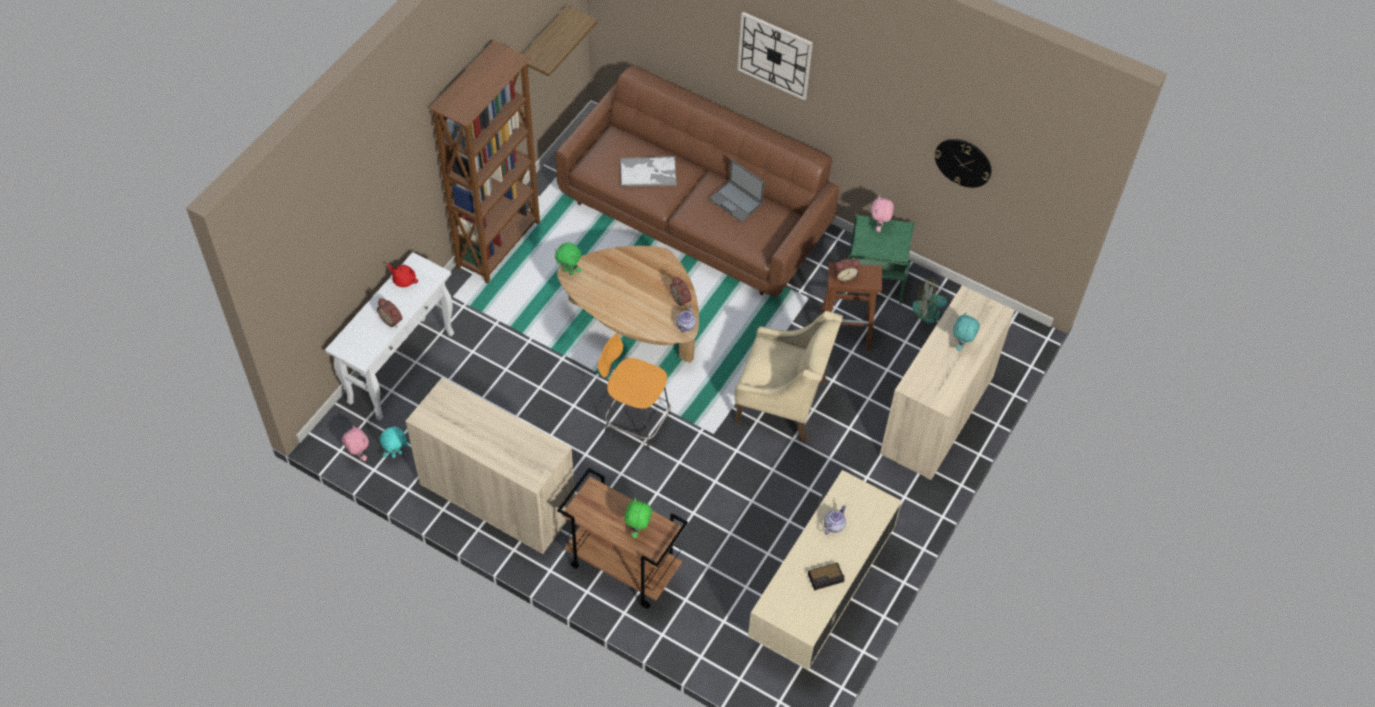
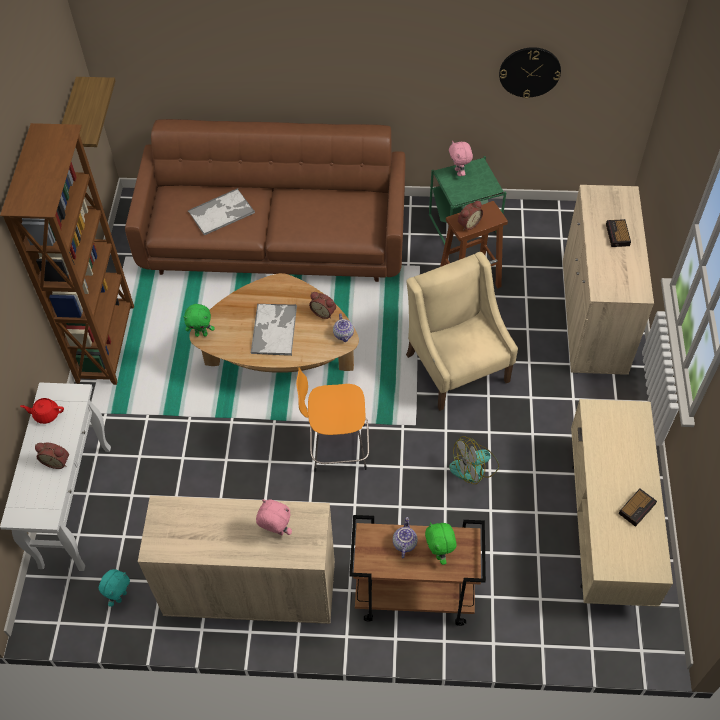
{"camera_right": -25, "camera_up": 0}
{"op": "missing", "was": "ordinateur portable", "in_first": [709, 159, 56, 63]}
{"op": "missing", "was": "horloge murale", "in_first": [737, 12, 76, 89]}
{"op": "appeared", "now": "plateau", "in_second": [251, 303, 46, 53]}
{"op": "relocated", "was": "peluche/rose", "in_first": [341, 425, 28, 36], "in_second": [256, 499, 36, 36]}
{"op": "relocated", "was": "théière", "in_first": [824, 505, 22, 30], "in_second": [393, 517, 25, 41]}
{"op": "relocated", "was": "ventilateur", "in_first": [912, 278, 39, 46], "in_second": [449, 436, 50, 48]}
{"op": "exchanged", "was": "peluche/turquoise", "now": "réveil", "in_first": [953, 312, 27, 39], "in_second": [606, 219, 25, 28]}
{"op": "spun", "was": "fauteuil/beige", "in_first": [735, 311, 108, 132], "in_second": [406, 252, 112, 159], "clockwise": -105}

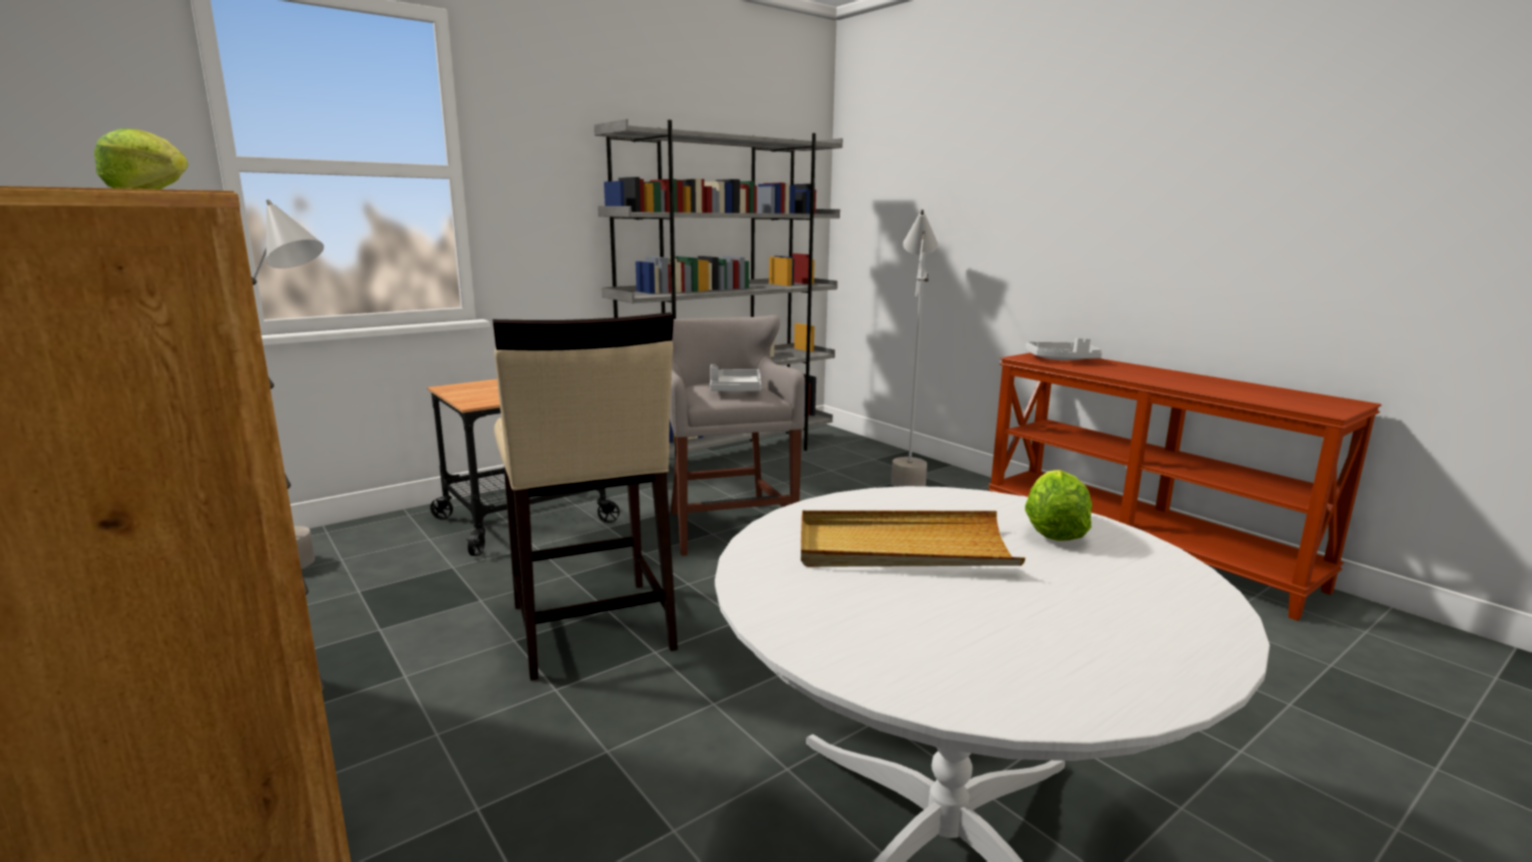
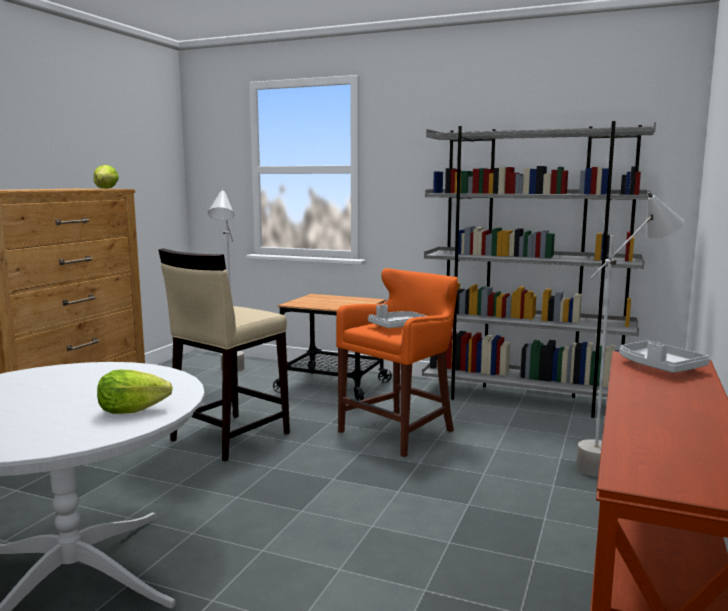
{"camera_right": 60, "camera_up": -5}
{"op": "missing", "was": "plateau/beige", "in_first": [801, 510, 224, 57]}
{"op": "colour", "was": "tabouret/gris", "now": "tabouret/orange", "in_first": [670, 315, 135, 241], "in_second": [336, 268, 122, 189]}

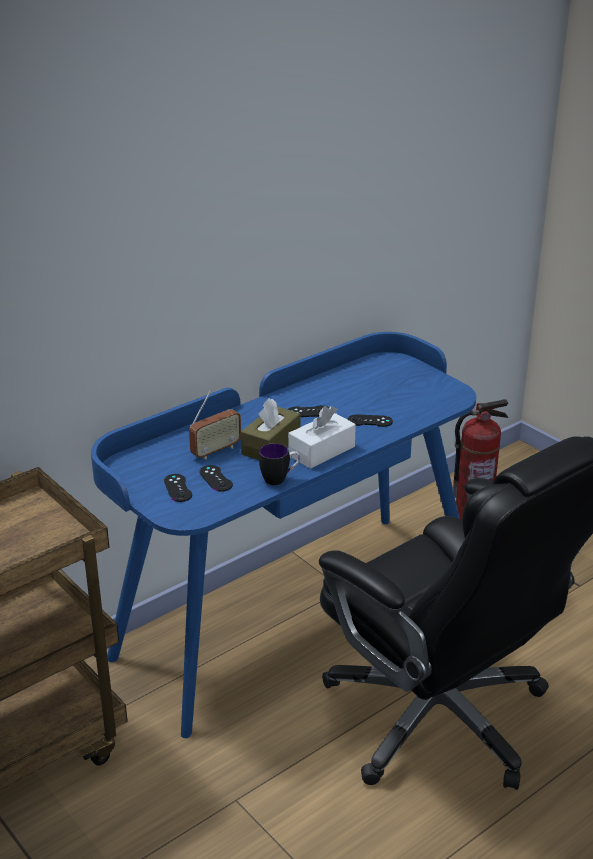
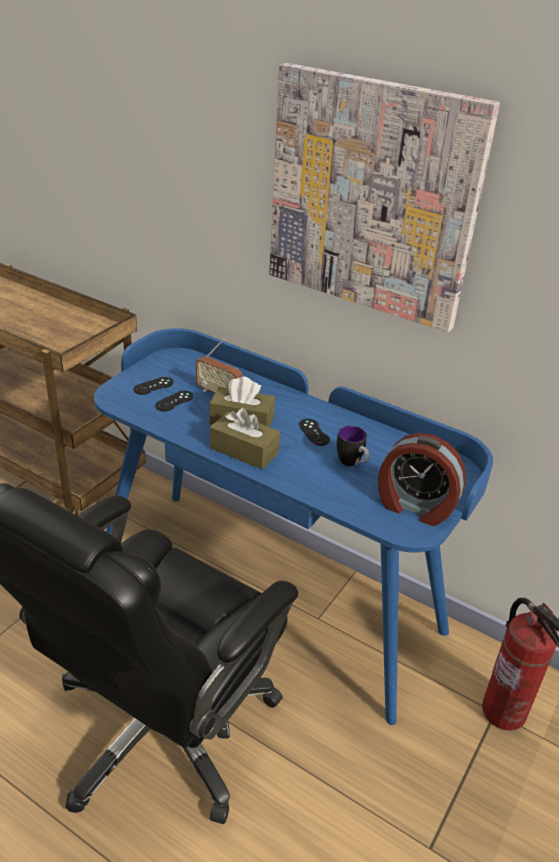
{"camera_right": 70, "camera_up": 5}
{"op": "missing", "was": "manette/noir", "in_first": [348, 415, 45, 12]}
{"op": "appeared", "now": "tableau", "in_second": [269, 63, 231, 269]}
{"op": "appeared", "now": "réveil", "in_second": [378, 433, 88, 93]}
{"op": "relocated", "was": "mug", "in_first": [259, 443, 41, 42], "in_second": [337, 426, 32, 40]}
{"op": "colour", "was": "boîte à mouchoirs/blanc", "now": "boîte à mouchoirs/marron", "in_first": [288, 406, 68, 63], "in_second": [210, 408, 70, 61]}

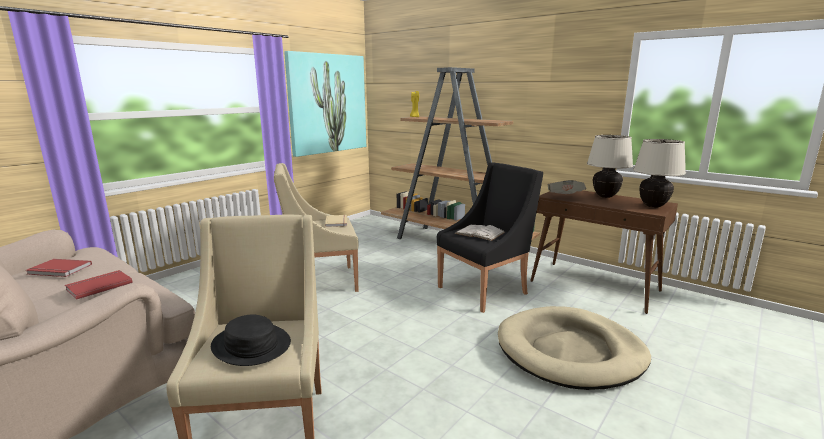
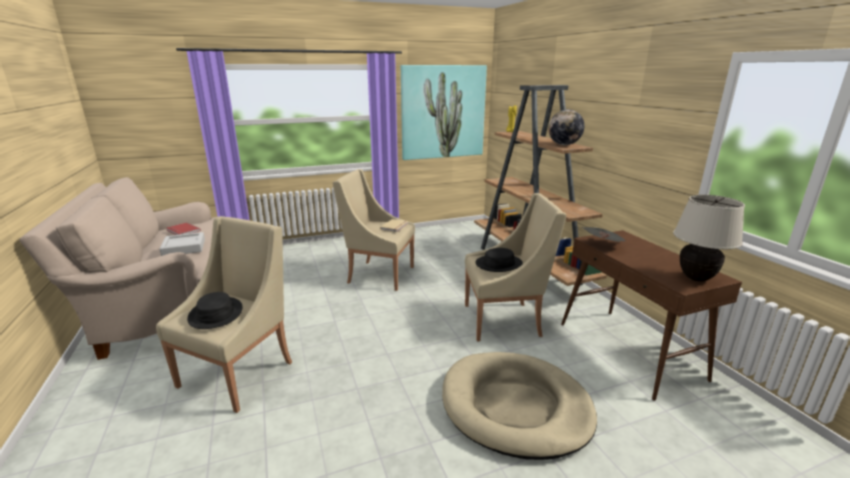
{"camera_right": 30, "camera_up": 5}
{"op": "missing", "was": "lampe de table/beige", "in_first": [587, 135, 46, 63]}
{"op": "appeared", "now": "globe", "in_second": [548, 109, 36, 36]}
{"op": "exchanged", "was": "livre/rouge", "now": "plateau/gris", "in_first": [65, 270, 68, 30], "in_second": [160, 232, 45, 24]}
{"op": "exchanged", "was": "livre/blanc", "now": "chapeau/noir", "in_first": [455, 225, 50, 16], "in_second": [475, 248, 48, 24]}
{"op": "colour", "was": "fauteuil/noir", "now": "fauteuil/beige", "in_first": [436, 162, 107, 151], "in_second": [465, 193, 101, 149]}

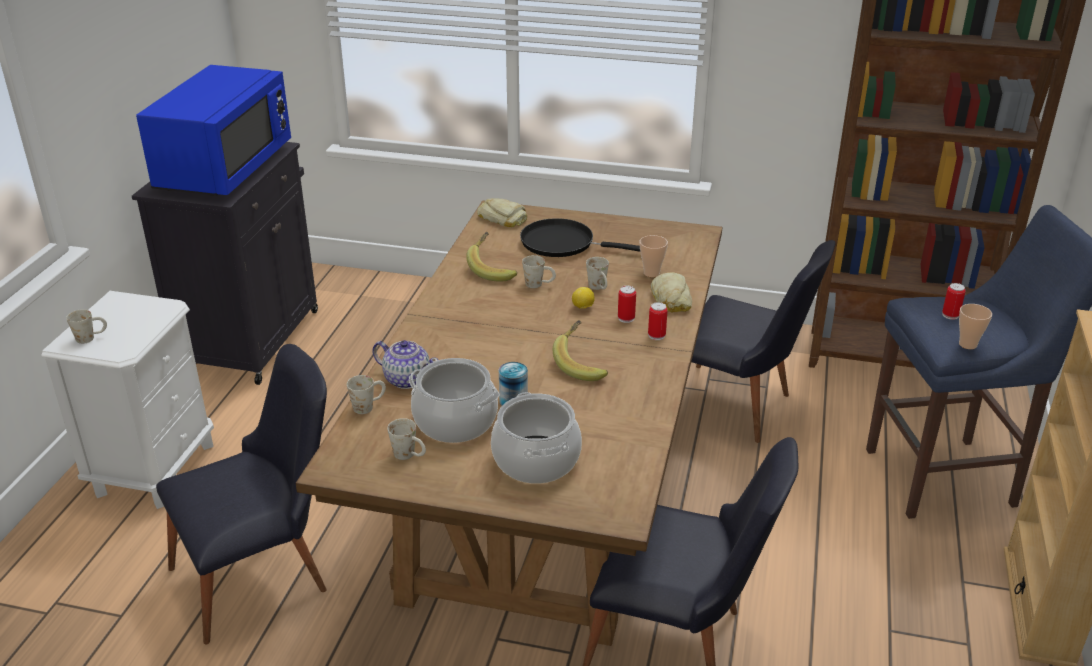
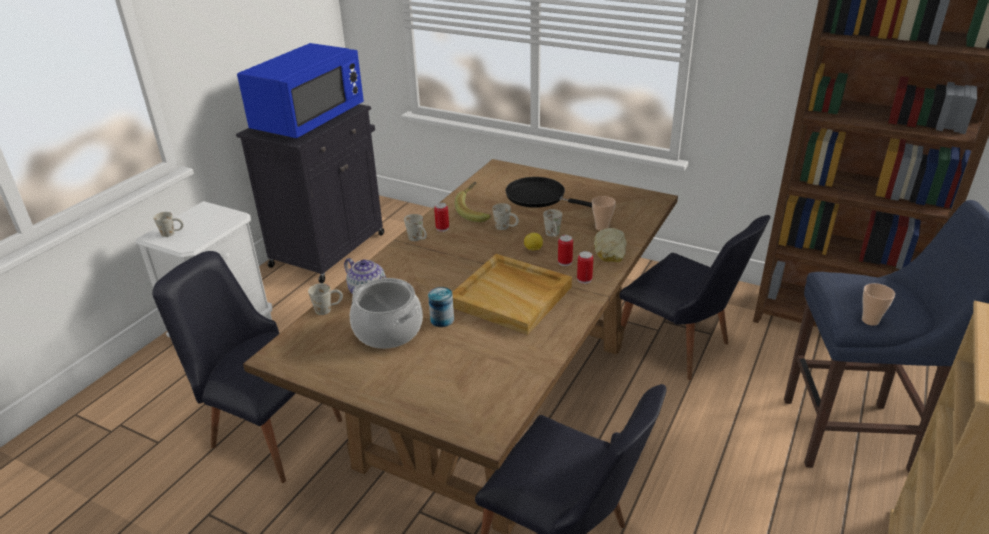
{"camera_right": 15, "camera_up": 0}
{"op": "missing", "was": "pain", "in_first": [477, 199, 50, 28]}
{"op": "missing", "was": "marmite", "in_first": [491, 392, 91, 92]}
{"op": "relocated", "was": "mug/blanc", "in_first": [387, 418, 39, 42], "in_second": [404, 214, 23, 27]}
{"op": "relocated", "was": "boîte métallique", "in_first": [942, 283, 24, 37], "in_second": [434, 203, 15, 29]}
{"op": "exchanged", "was": "banane", "now": "plateau/beige", "in_first": [553, 320, 55, 61], "in_second": [452, 254, 120, 81]}
{"op": "spun", "was": "chaise/noir", "in_first": [156, 344, 171, 300], "in_second": [152, 251, 190, 232], "clockwise": -135}

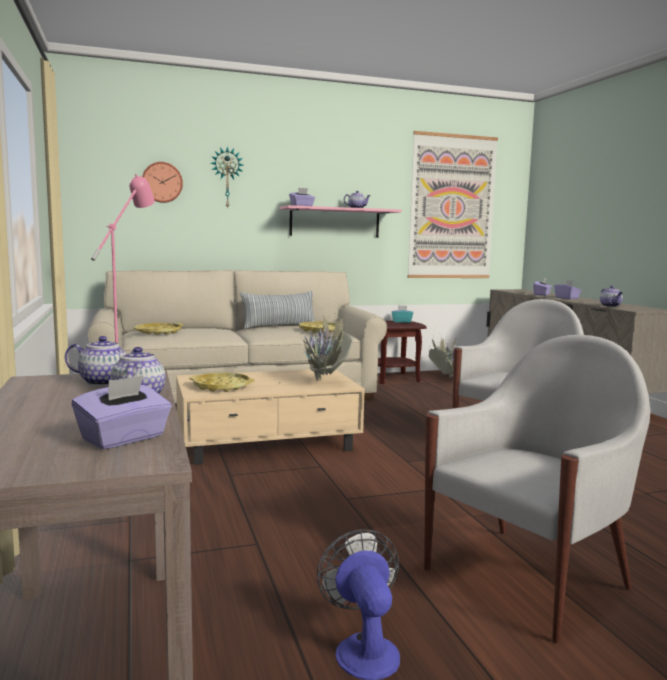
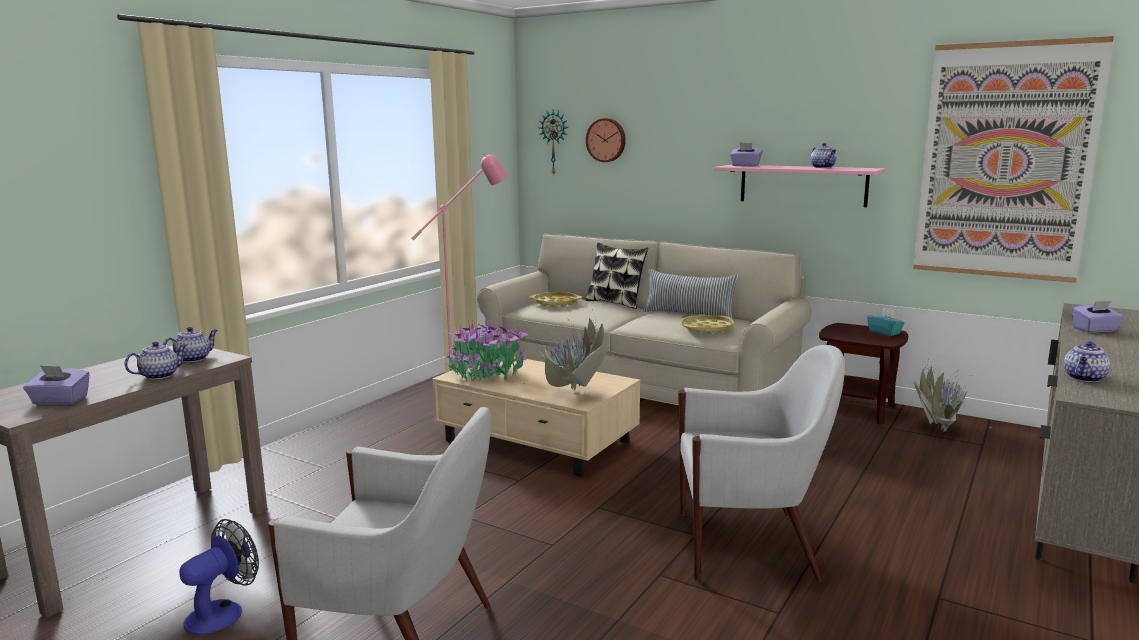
{"camera_right": 50, "camera_up": 5}
{"op": "missing", "was": "boîte à mouchoirs/violet", "in_first": [554, 280, 28, 19]}
{"op": "appeared", "now": "coussin", "in_second": [585, 243, 63, 66]}
{"op": "relocated", "was": "horloge murale", "in_first": [211, 146, 32, 63], "in_second": [538, 110, 30, 66]}
{"op": "exchanged", "was": "plateau/jaune", "now": "plante en pot", "in_first": [189, 373, 66, 19], "in_second": [444, 319, 85, 62]}
{"op": "spun", "was": "théière", "in_first": [65, 336, 69, 50], "in_second": [163, 327, 55, 35], "clockwise": -105}

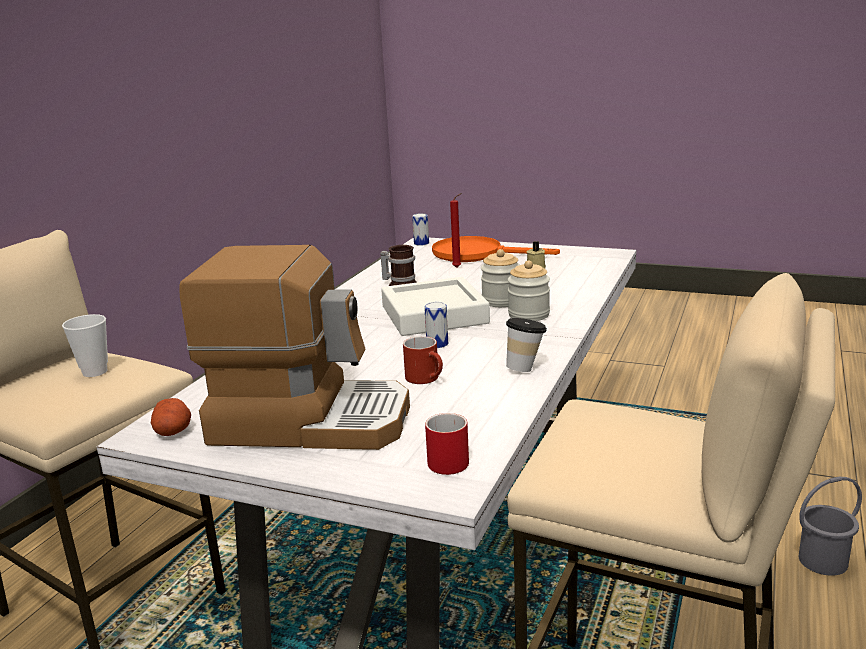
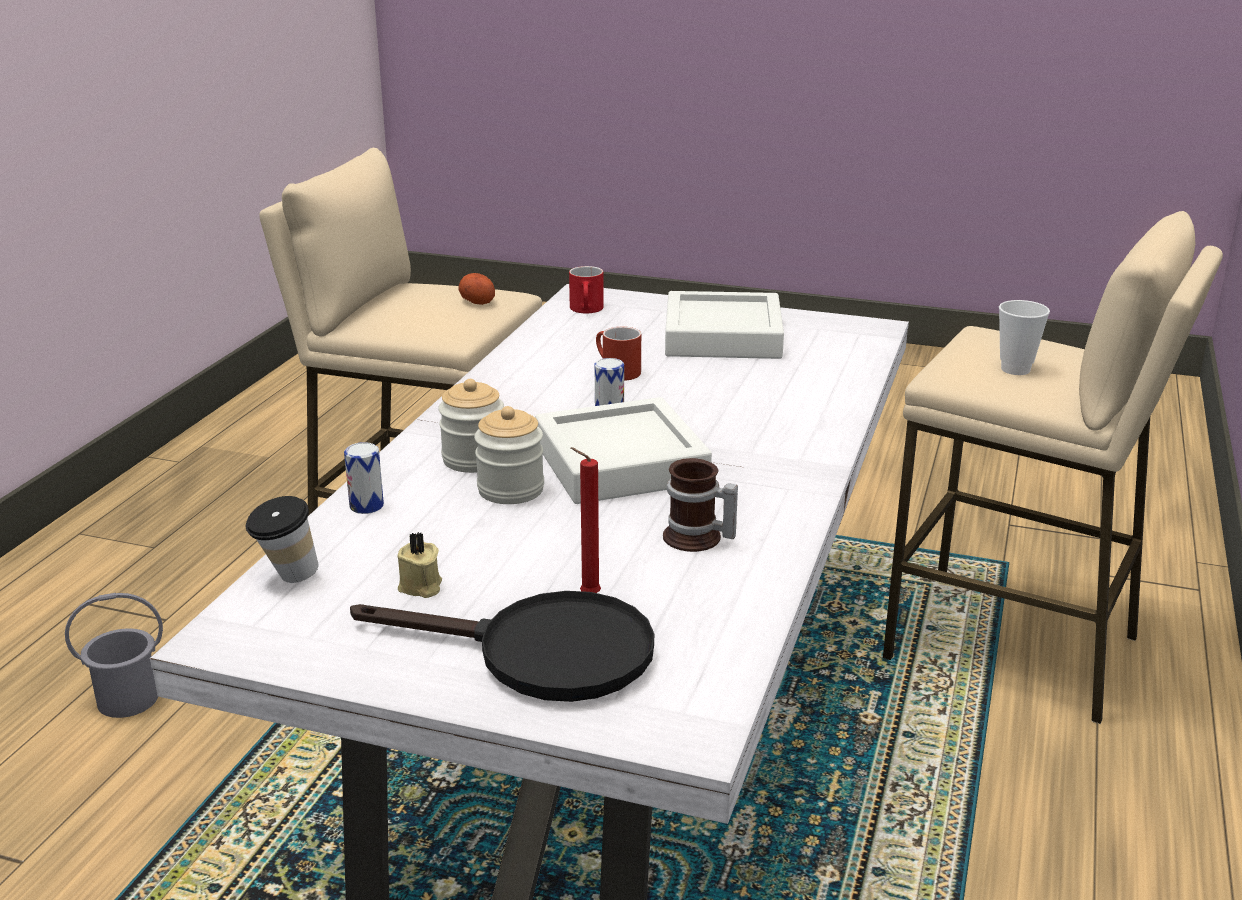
{"camera_right": 175, "camera_up": 5}
{"op": "relocated", "was": "pomme de terre", "in_first": [151, 398, 40, 38], "in_second": [459, 273, 36, 32]}
{"op": "relocated", "was": "boîte métallique", "in_first": [412, 213, 17, 33], "in_second": [344, 442, 40, 72]}
{"op": "relocated", "was": "tasse", "in_first": [506, 318, 41, 54], "in_second": [246, 496, 73, 87]}
{"op": "exchanged", "was": "machine à café", "now": "plateau/blanc", "in_first": [179, 245, 231, 205], "in_second": [665, 291, 119, 68]}
{"op": "colour", "was": "poêle/orange", "now": "poêle/noir", "in_first": [432, 236, 128, 26], "in_second": [350, 591, 304, 111]}

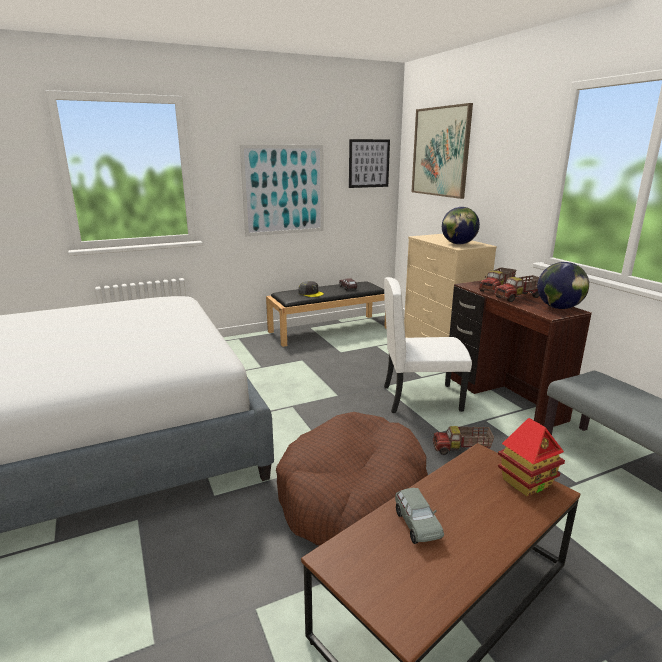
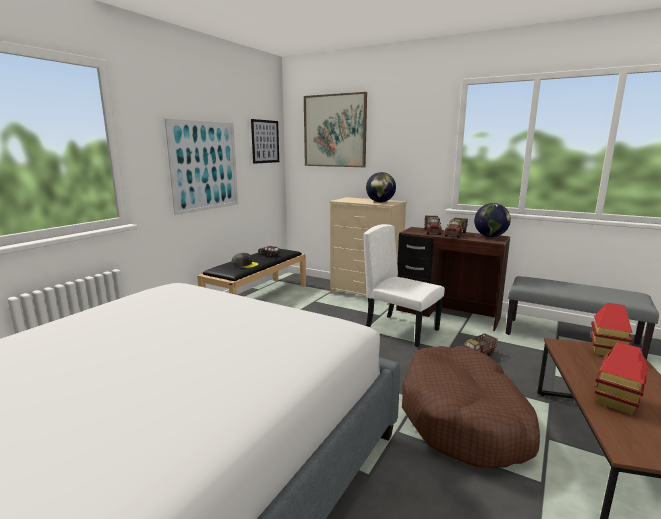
{"camera_right": -35, "camera_up": -5}
{"op": "exchanged", "was": "petite voiture/gris", "now": "maison miniature", "in_first": [395, 488, 49, 56], "in_second": [595, 342, 53, 73]}
{"op": "spun", "was": "chaise/blanc", "in_first": [384, 277, 88, 136], "in_second": [364, 224, 81, 123], "clockwise": 75}

